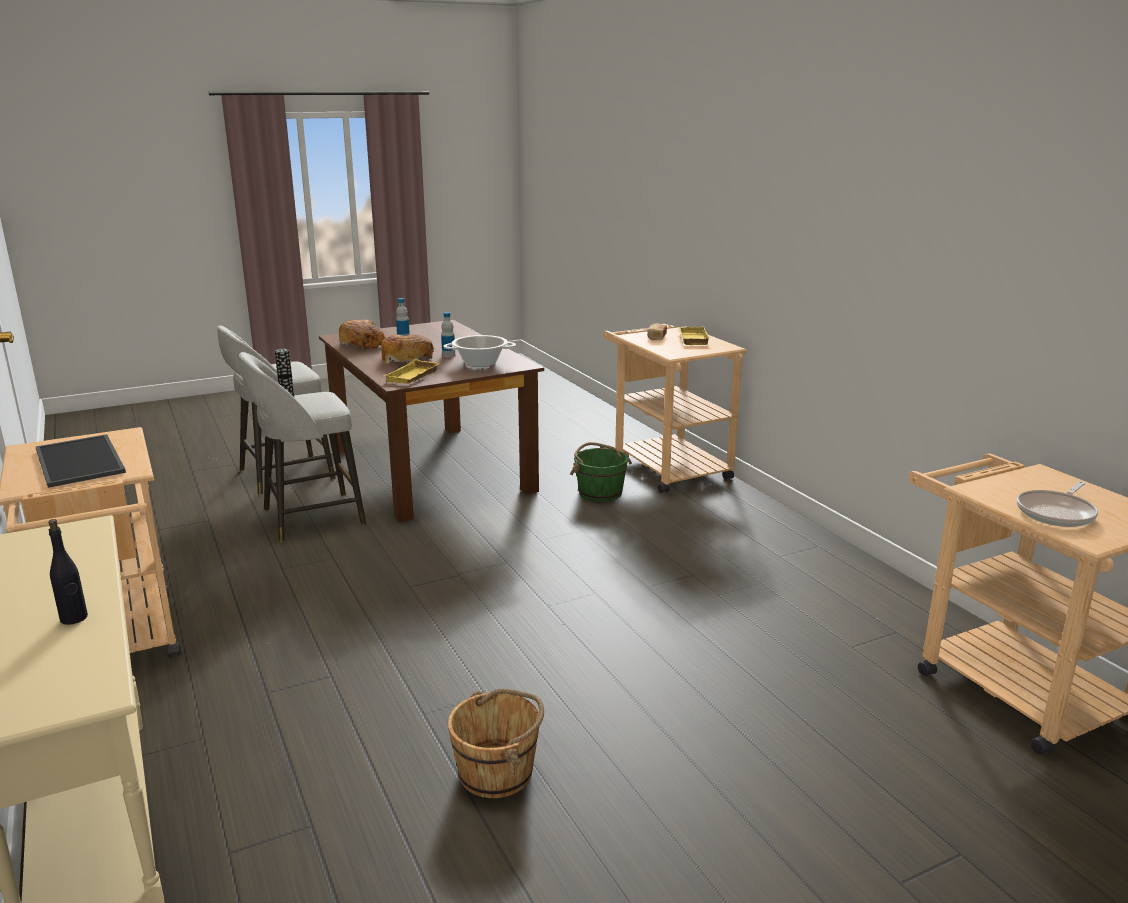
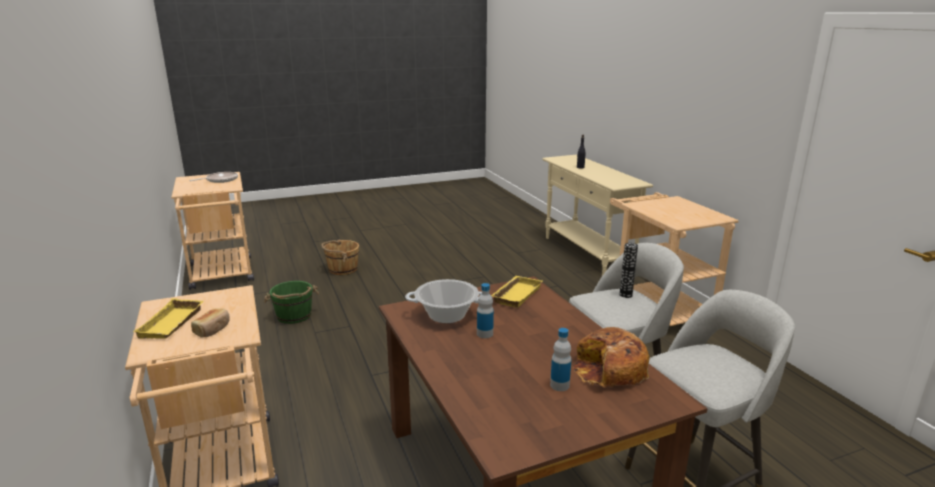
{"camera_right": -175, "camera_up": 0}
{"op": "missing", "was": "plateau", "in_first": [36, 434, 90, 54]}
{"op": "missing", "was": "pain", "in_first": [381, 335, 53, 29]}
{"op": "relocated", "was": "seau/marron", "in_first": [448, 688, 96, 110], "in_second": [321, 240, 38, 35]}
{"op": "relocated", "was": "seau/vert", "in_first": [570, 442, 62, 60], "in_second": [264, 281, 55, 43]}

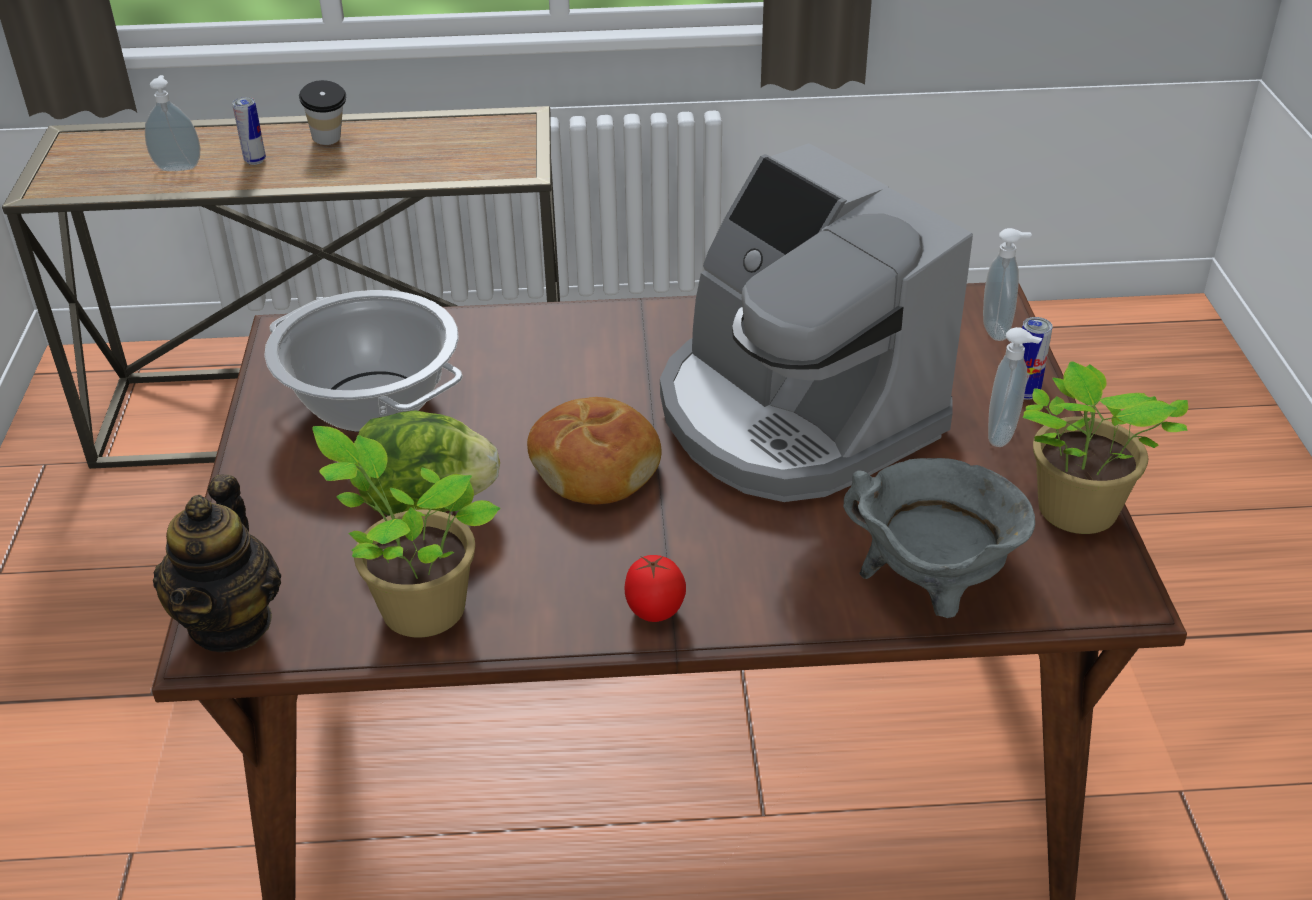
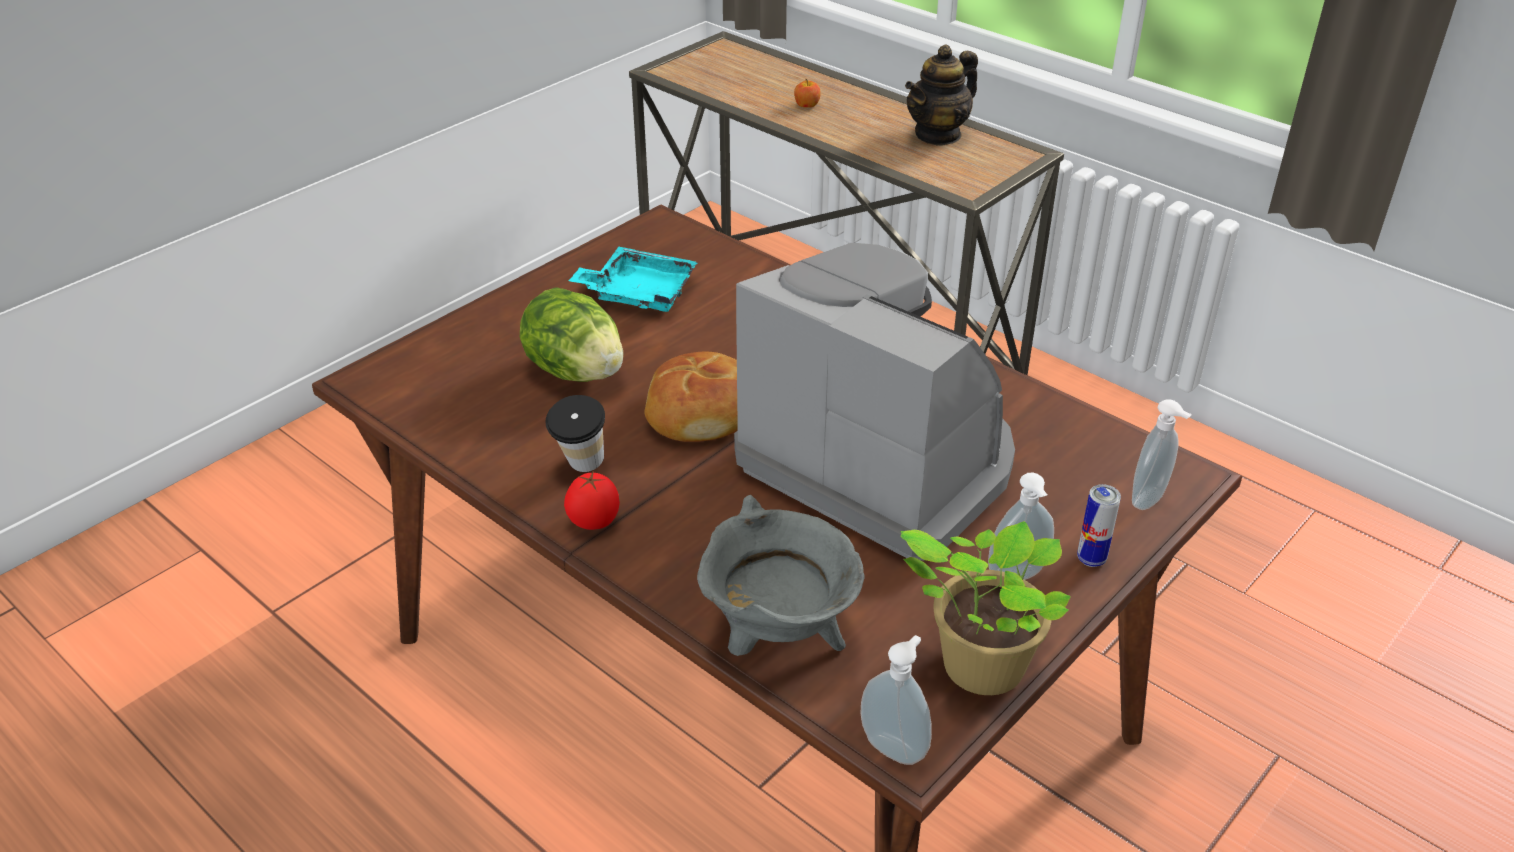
{"camera_right": 45, "camera_up": 0}
{"op": "missing", "was": "plante en pot", "in_first": [312, 426, 189, 211]}
{"op": "relocated", "was": "distributeur de savon", "in_first": [145, 75, 55, 96], "in_second": [860, 635, 72, 130]}
{"op": "relocated", "was": "théière", "in_first": [153, 475, 128, 177], "in_second": [905, 45, 73, 101]}
{"op": "relocated", "was": "tasse", "in_first": [299, 80, 47, 65], "in_second": [545, 395, 60, 77]}
{"op": "exchanged", "was": "boîte métallique", "now": "pomme", "in_first": [232, 97, 34, 68], "in_second": [794, 79, 27, 29]}
{"op": "exchanged", "was": "marmite", "now": "plateau/turquoise", "in_first": [264, 290, 199, 142], "in_second": [569, 247, 129, 65]}
{"op": "spun", "was": "machine à café", "in_first": [660, 143, 313, 359], "in_second": [734, 243, 281, 318], "clockwise": 120}

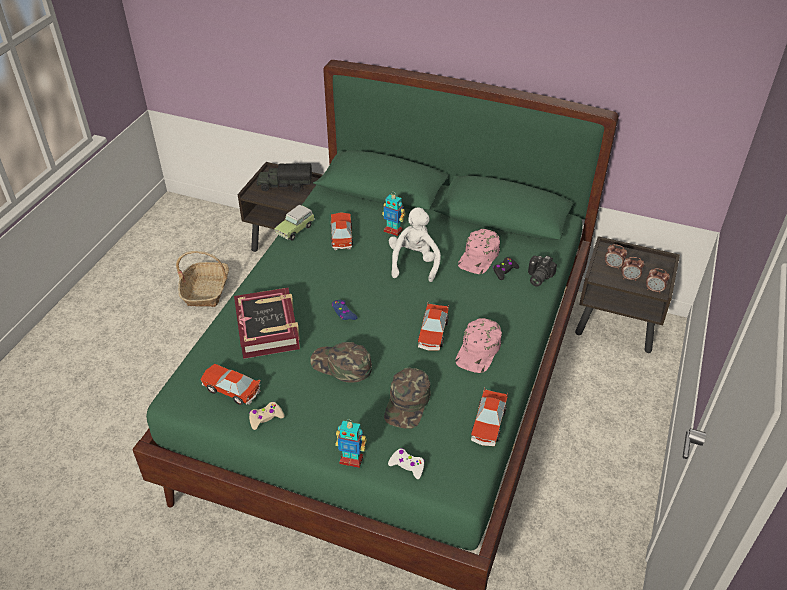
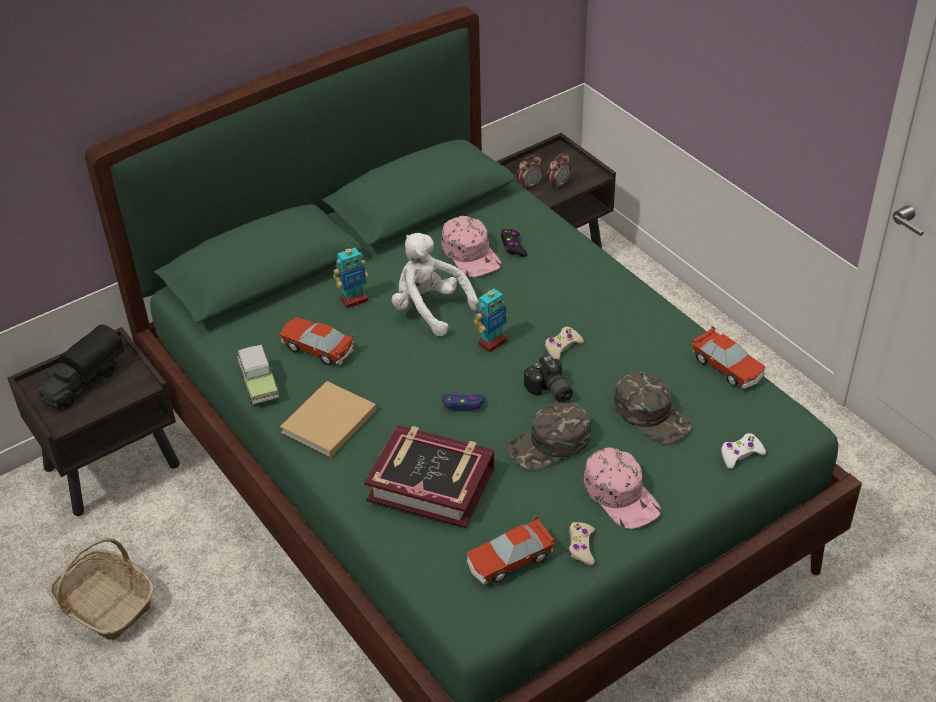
{"camera_right": -55, "camera_up": 0}
{"op": "missing", "was": "réveil", "in_first": [646, 268, 24, 25]}
{"op": "appeared", "now": "livre/beige", "in_second": [280, 381, 97, 77]}
{"op": "relocated", "was": "robot jouet", "in_first": [335, 420, 32, 48], "in_second": [474, 287, 34, 65]}
{"op": "relocated", "was": "casquette/rose", "in_first": [455, 318, 47, 55], "in_second": [584, 448, 77, 81]}
{"op": "relocated", "was": "appareil photo", "in_first": [528, 256, 29, 31], "in_second": [524, 355, 49, 48]}
{"op": "exchanged", "was": "petite voiture", "now": "manette/beige", "in_first": [418, 303, 31, 48], "in_second": [544, 327, 40, 33]}

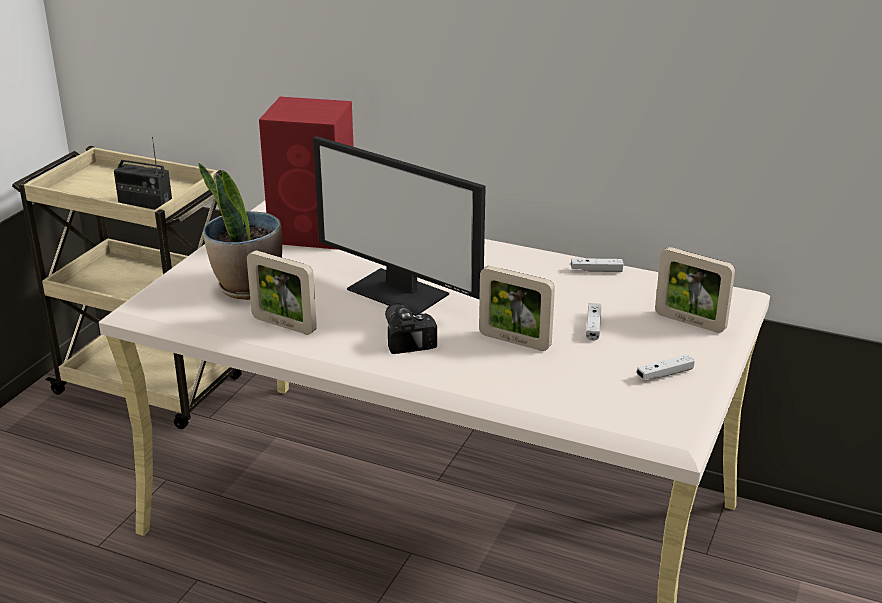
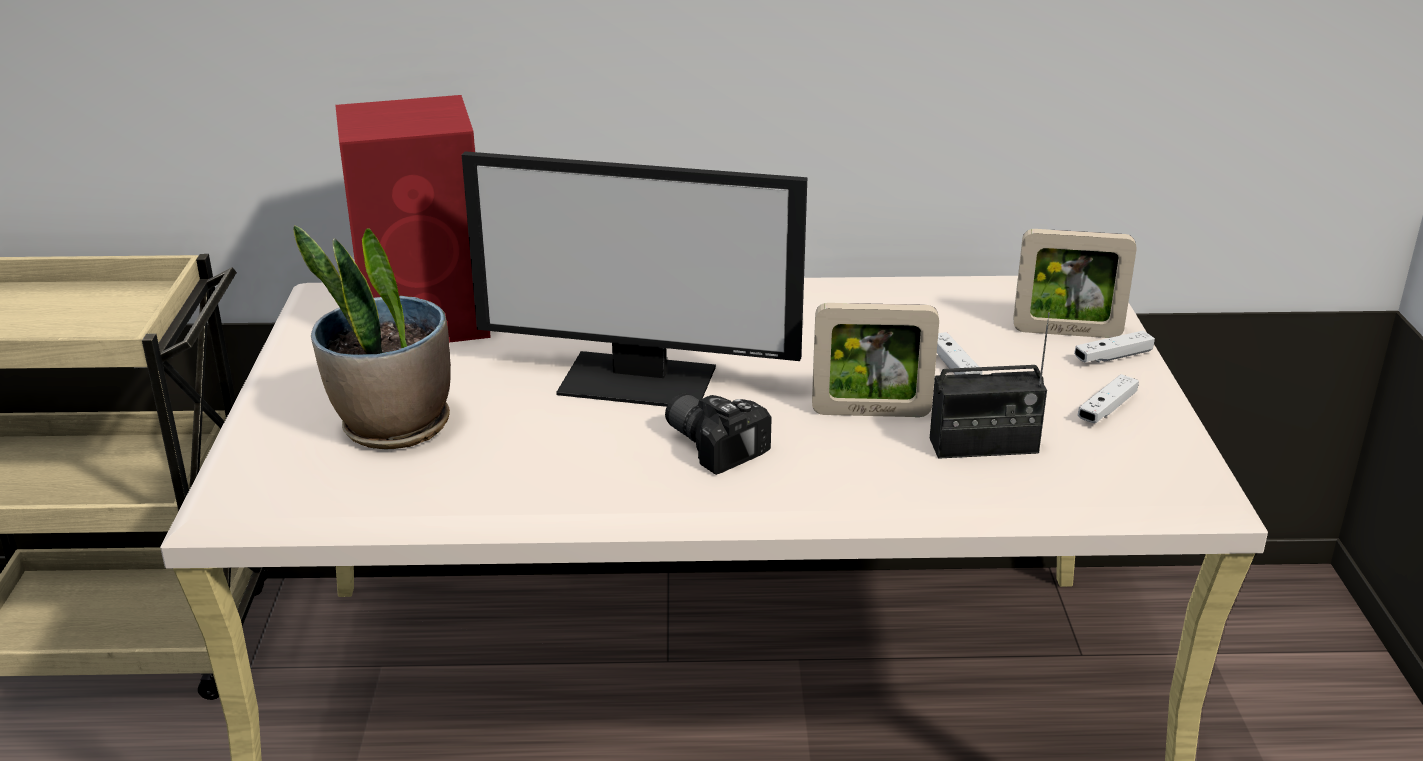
{"camera_right": -25, "camera_up": 0}
{"op": "missing", "was": "cadre photo", "in_first": [247, 250, 70, 85]}
{"op": "relocated", "was": "radio", "in_first": [114, 137, 58, 73], "in_second": [930, 312, 120, 147]}
{"op": "relocated", "was": "manette/blanc", "in_first": [571, 258, 53, 14], "in_second": [1074, 331, 81, 32]}

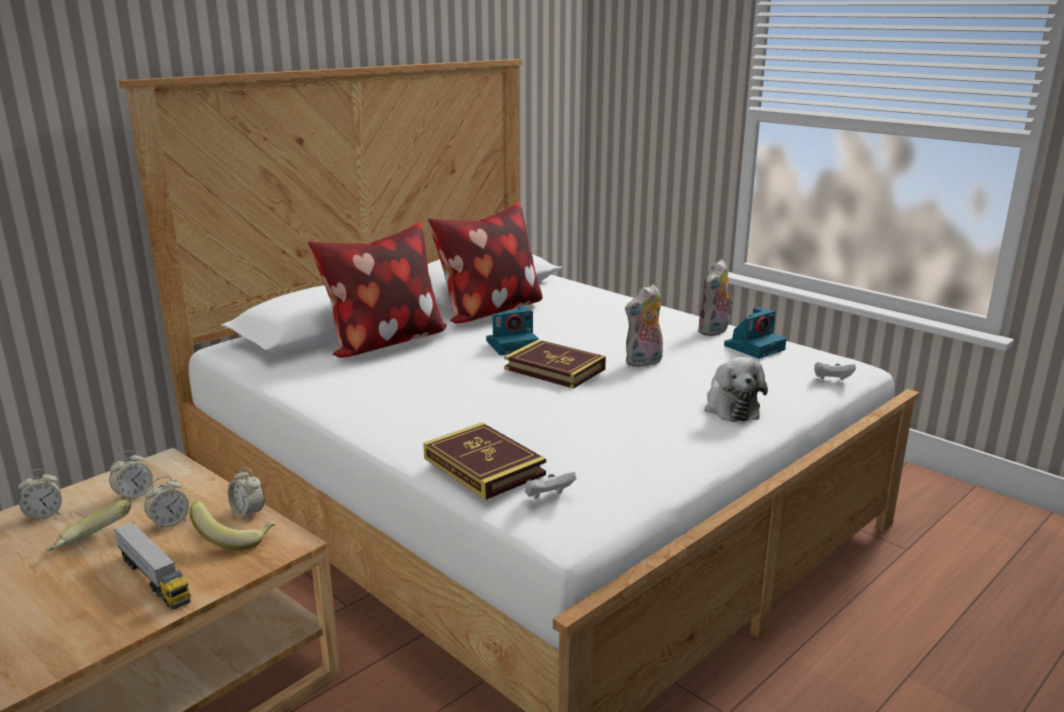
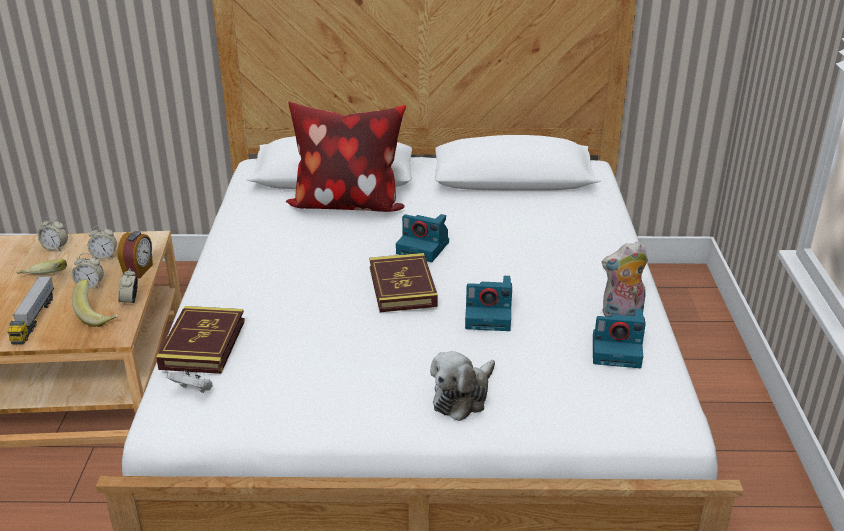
{"camera_right": 45, "camera_up": 10}
{"op": "missing", "was": "coussin", "in_first": [428, 202, 114, 122]}
{"op": "missing", "was": "manette/blanc", "in_first": [814, 362, 42, 18]}
{"op": "appeared", "now": "réveil", "in_second": [117, 231, 36, 48]}
{"op": "exchanged", "was": "peluche", "now": "appareil photo", "in_first": [625, 285, 38, 82], "in_second": [465, 276, 47, 55]}

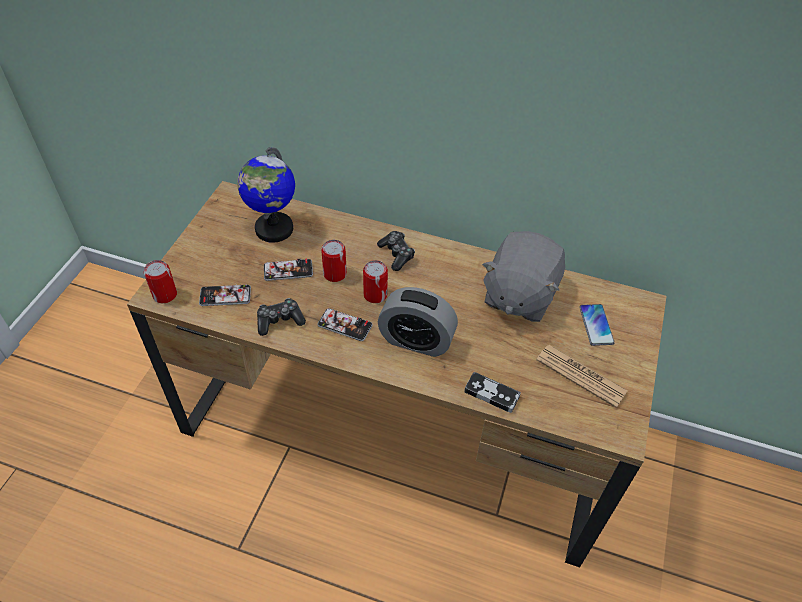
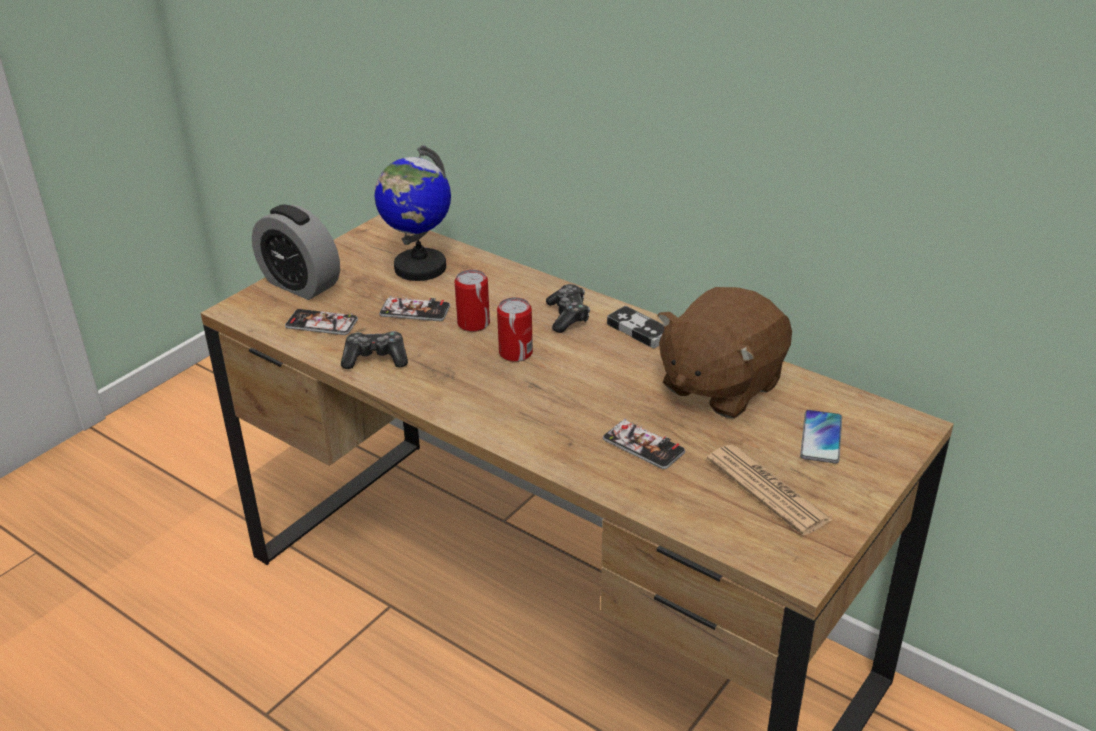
{"camera_right": 20, "camera_up": -15}
{"op": "missing", "was": "boîte métallique", "in_first": [144, 260, 33, 43]}
{"op": "relocated", "was": "téléphone", "in_first": [317, 308, 55, 33], "in_second": [603, 419, 82, 50]}
{"op": "relocated", "was": "réveil", "in_first": [378, 287, 80, 70], "in_second": [252, 204, 88, 96]}
{"op": "relocated", "was": "manette", "in_first": [464, 372, 57, 41], "in_second": [607, 306, 57, 42]}
{"op": "colour", "was": "peluche/gris", "now": "peluche/marron", "in_first": [482, 231, 83, 91], "in_second": [657, 287, 135, 131]}

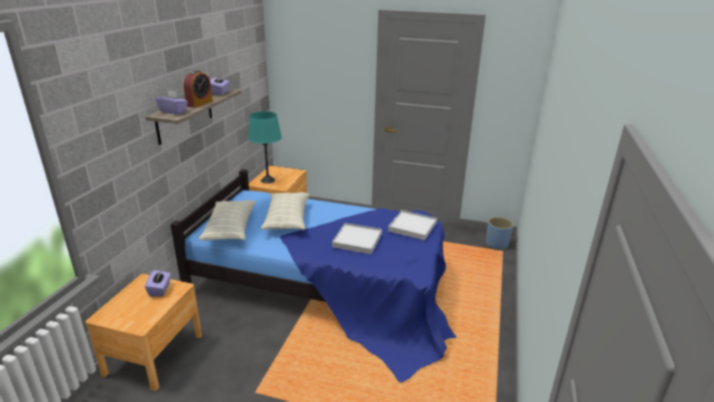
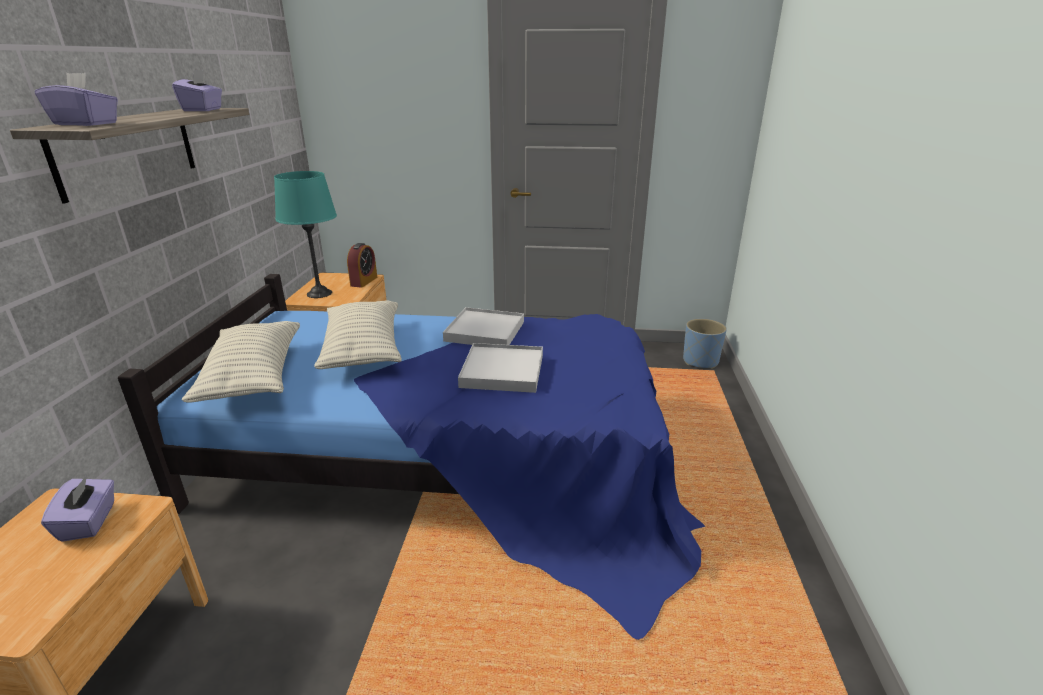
{"camera_right": -10, "camera_up": 0}
{"op": "relocated", "was": "réveil", "in_first": [183, 70, 30, 38], "in_second": [347, 243, 30, 45]}
{"op": "relocated", "was": "plateau/blanc", "in_first": [388, 210, 49, 30], "in_second": [443, 307, 81, 38]}

